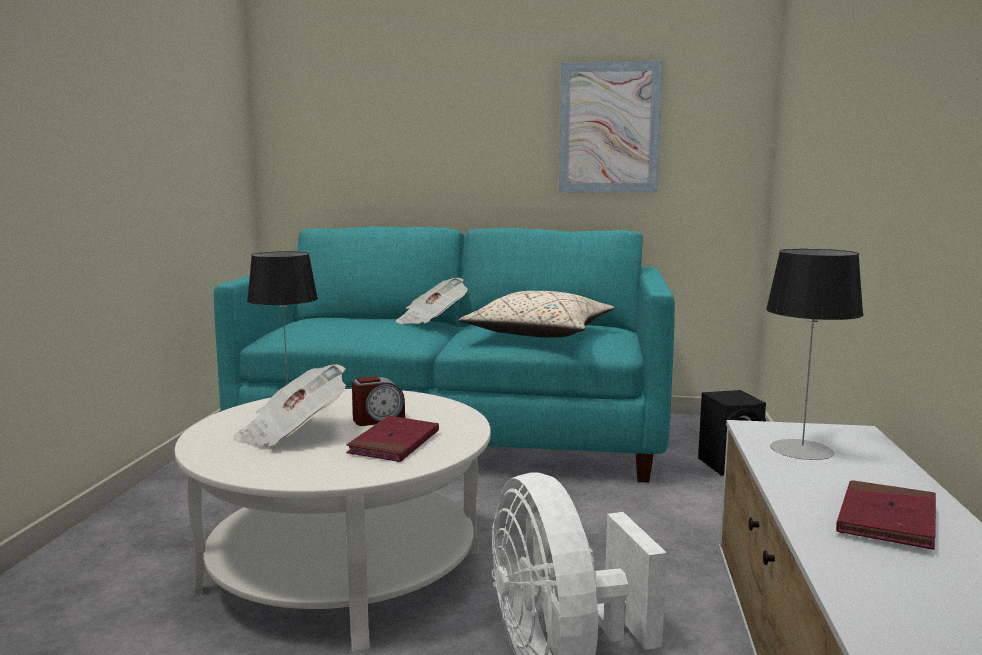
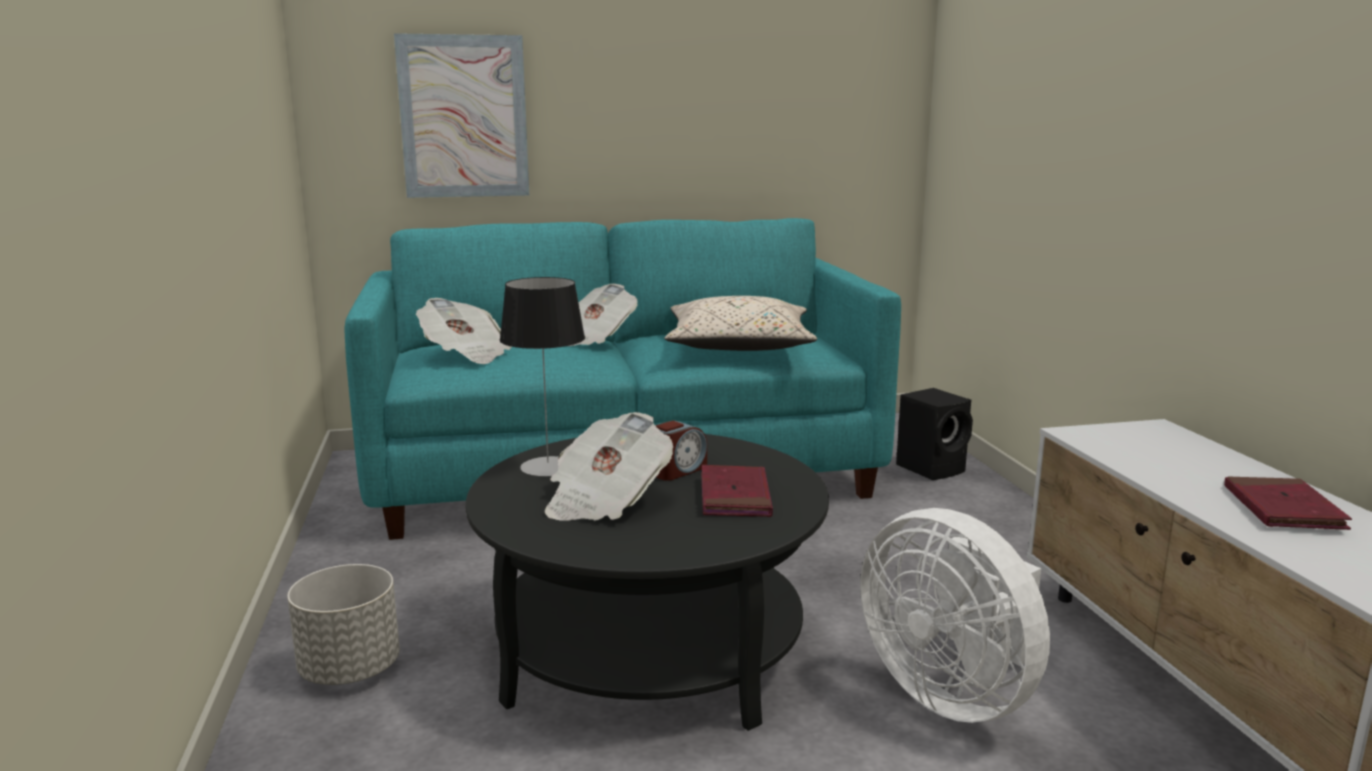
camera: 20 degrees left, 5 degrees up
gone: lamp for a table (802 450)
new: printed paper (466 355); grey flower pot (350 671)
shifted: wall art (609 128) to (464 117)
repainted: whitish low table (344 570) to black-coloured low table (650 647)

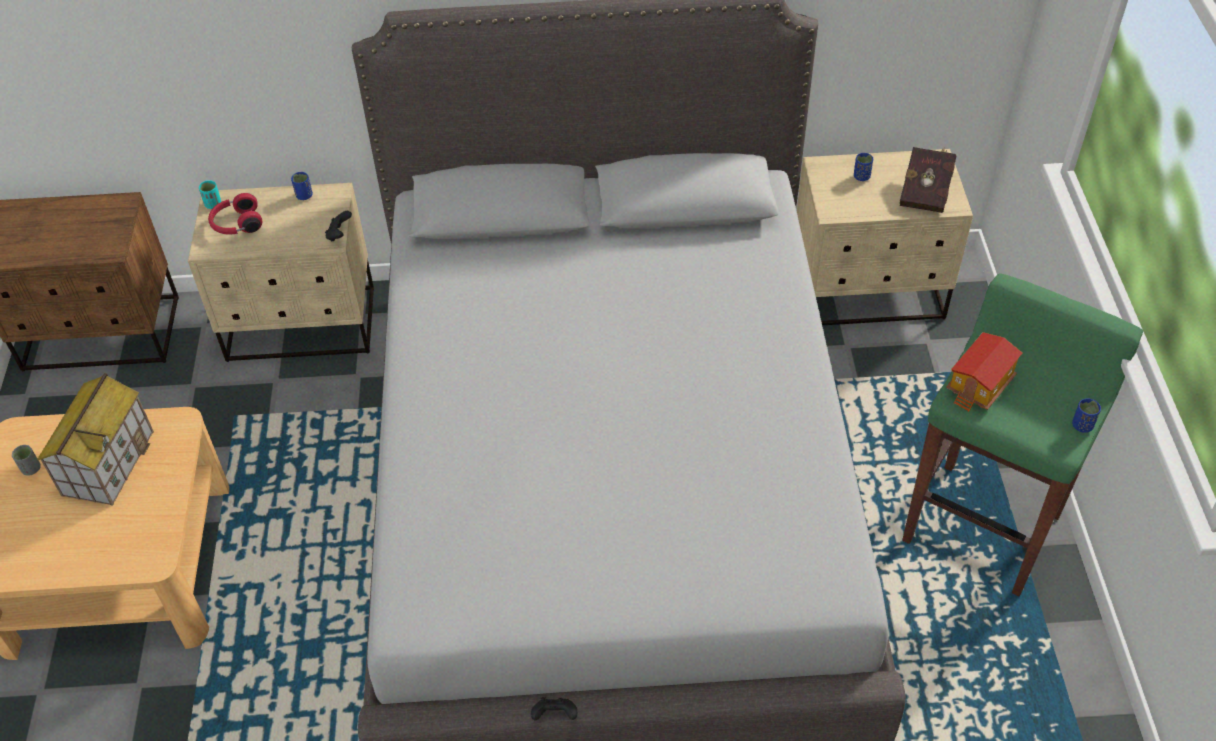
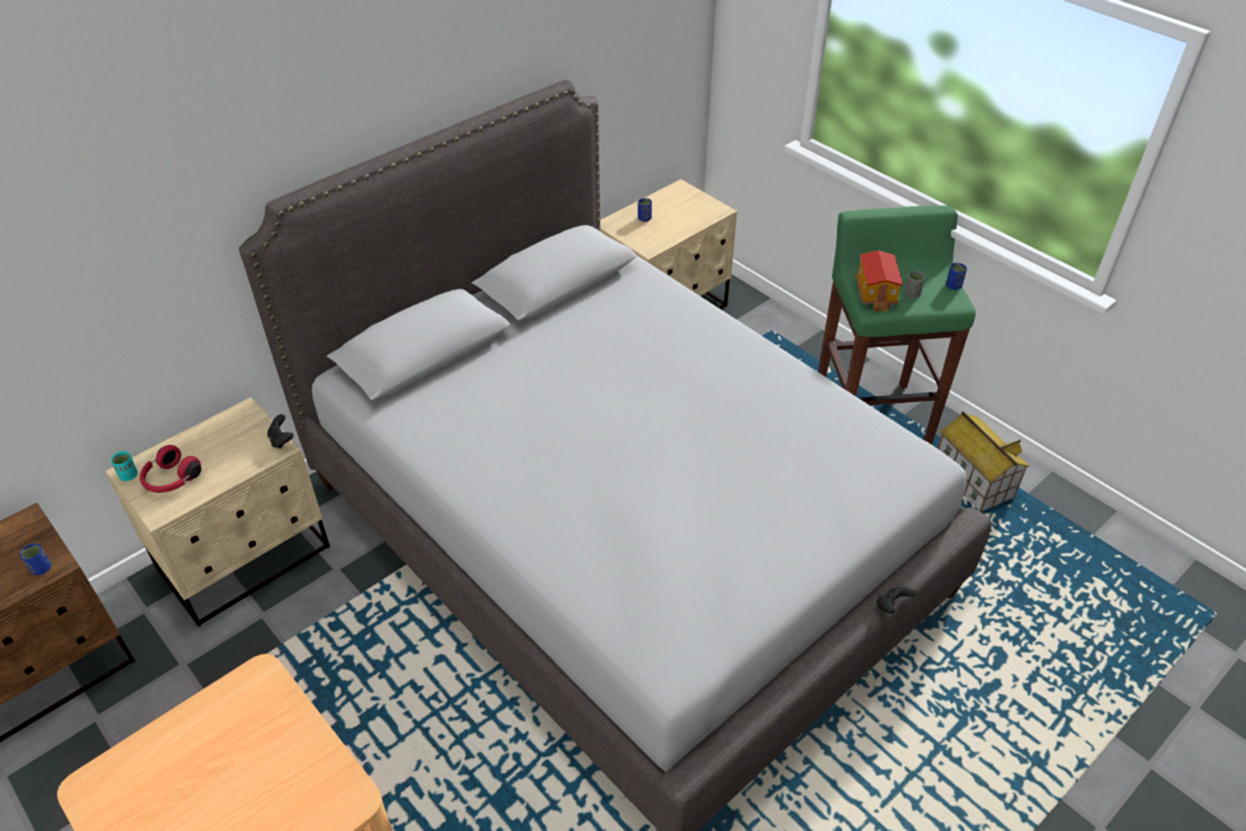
camera: 40 degrees left, 5 degrees down
gone: reddish book (926 191)
shifted: blue-coloured drinking cup (304 195) to (41 568); model house (108 462) to (971 481); grey drinking cup (31 469) to (912 294); black-coloured joypad (555 715) to (891 606)

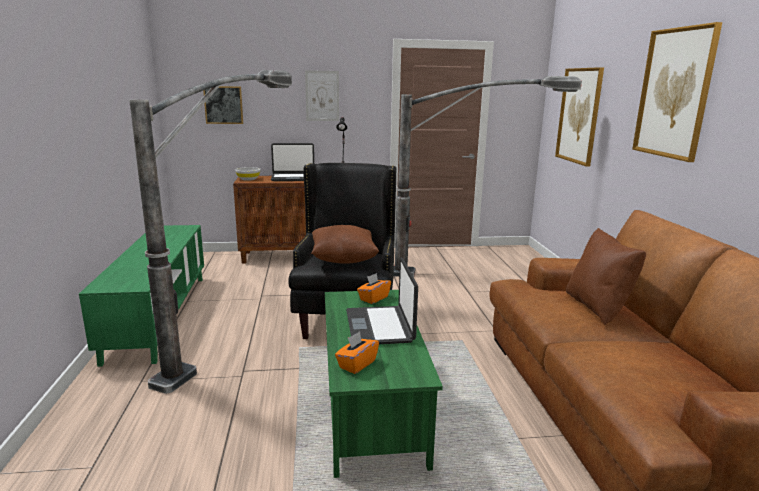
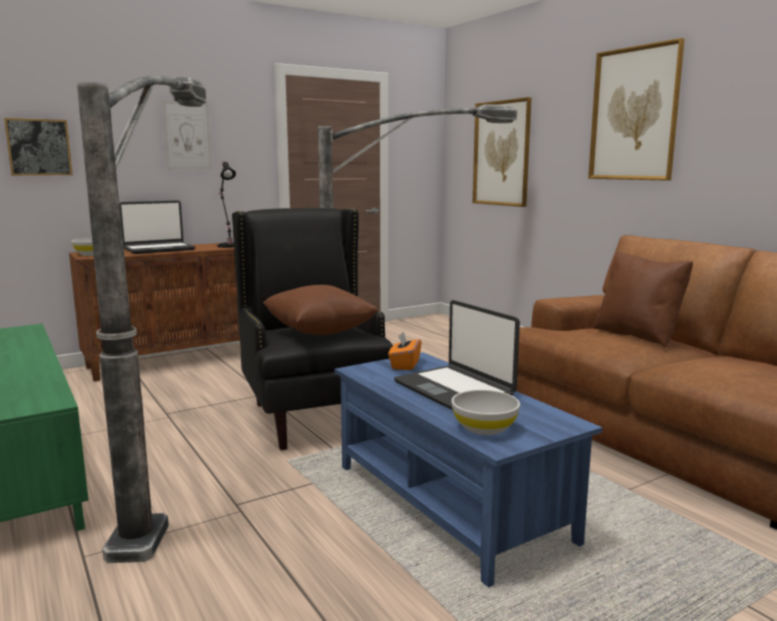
camera: 25 degrees left, 5 degrees down
swapped: orange-coloured tissue holder (356 364) to whitish deep dish (484 428)
repainted: greenish low table (372 408) to blue-coloured low table (450 502)

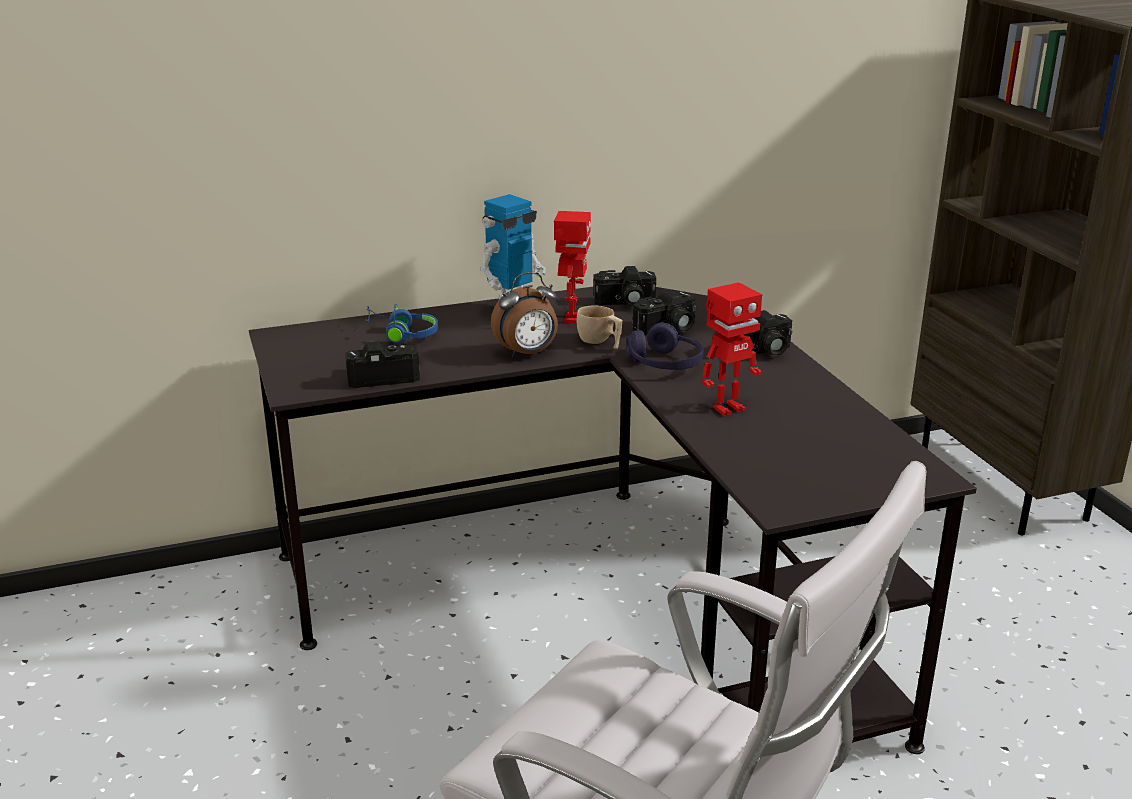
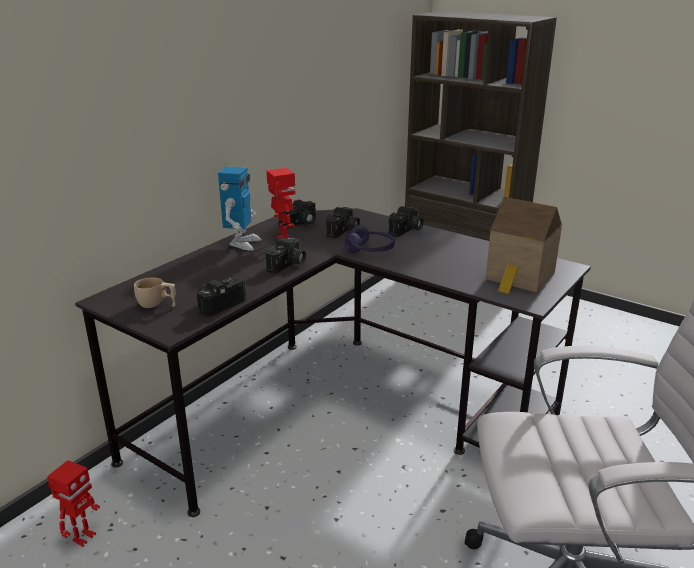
camera: 35 degrees left, 0 degrees up
gone: blue-coloured pair of headphones (402 334)
new: model house (519 277)
shifted: robot figure (727 408) to (83 537); beige drinking cup (600 342) to (157 305)
swapped: table clock (527 353) to photo camera (288 265)

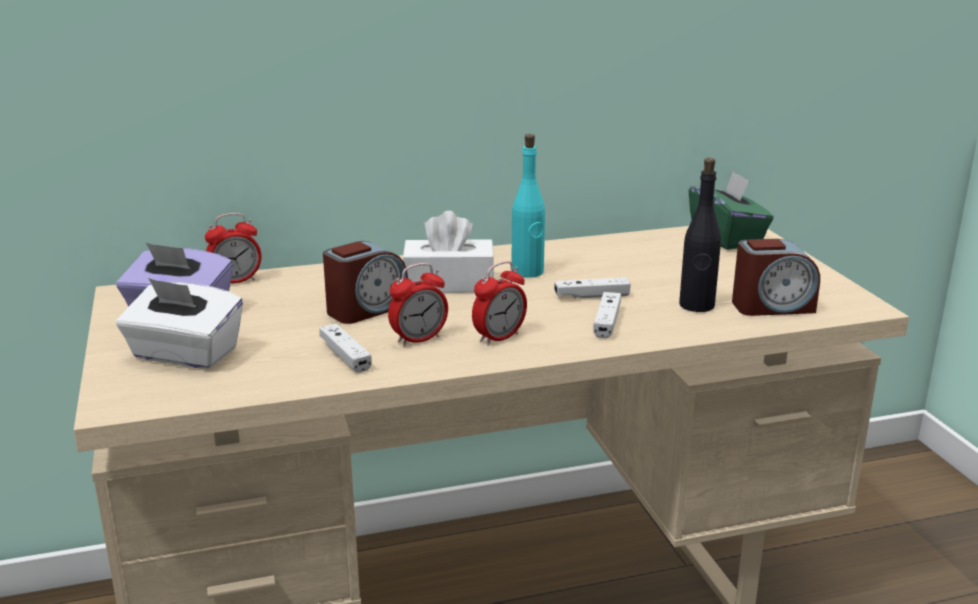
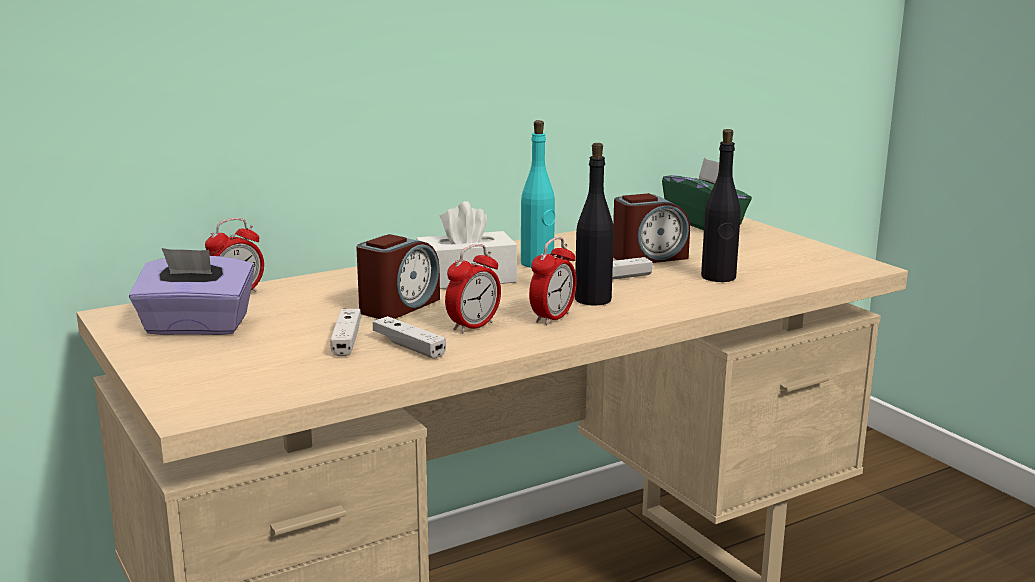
camera: 15 degrees left, 5 degrees down
gone: whitish tissue holder (185 354)
new: black-coloured beverage bottle (593 299)
shifted: table clock (772 306) to (649 257); whitish joypad (607 322) to (346 340)

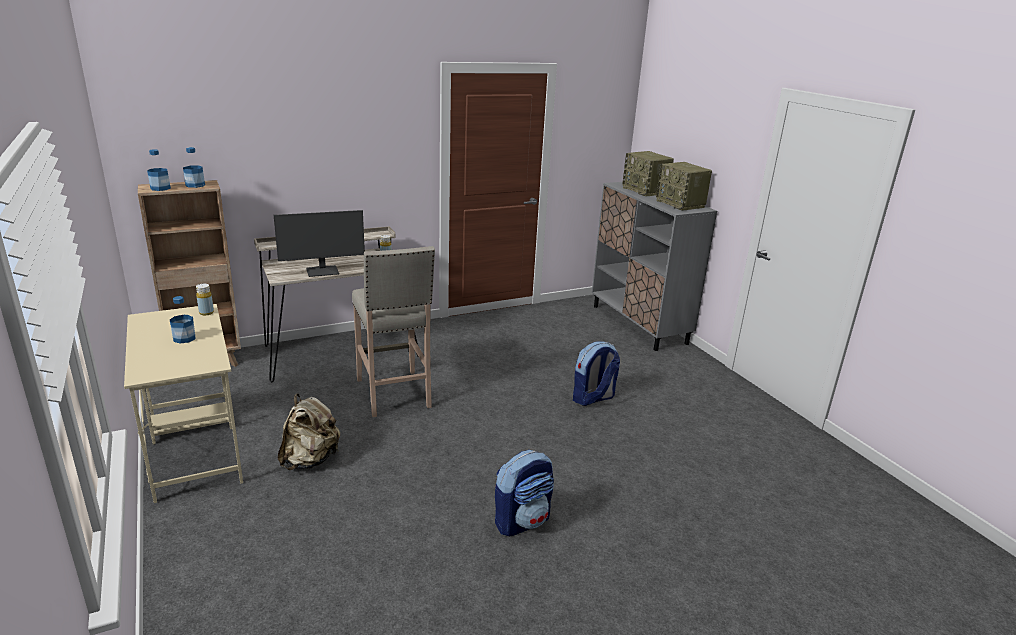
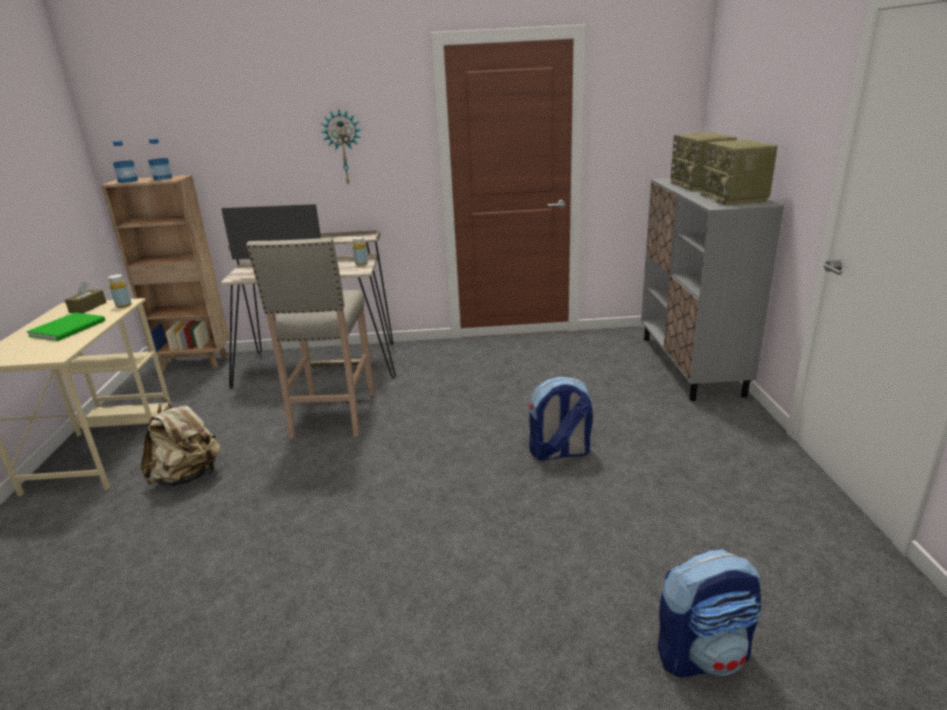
camera: 25 degrees right, 0 degrees up
new: clock on the wall (343 147); brownish tissue holder (88 307)
shifted: backpack (522 521) to (703 654)
swapped: beverage bottle (184 338) to greenish book (70 328)

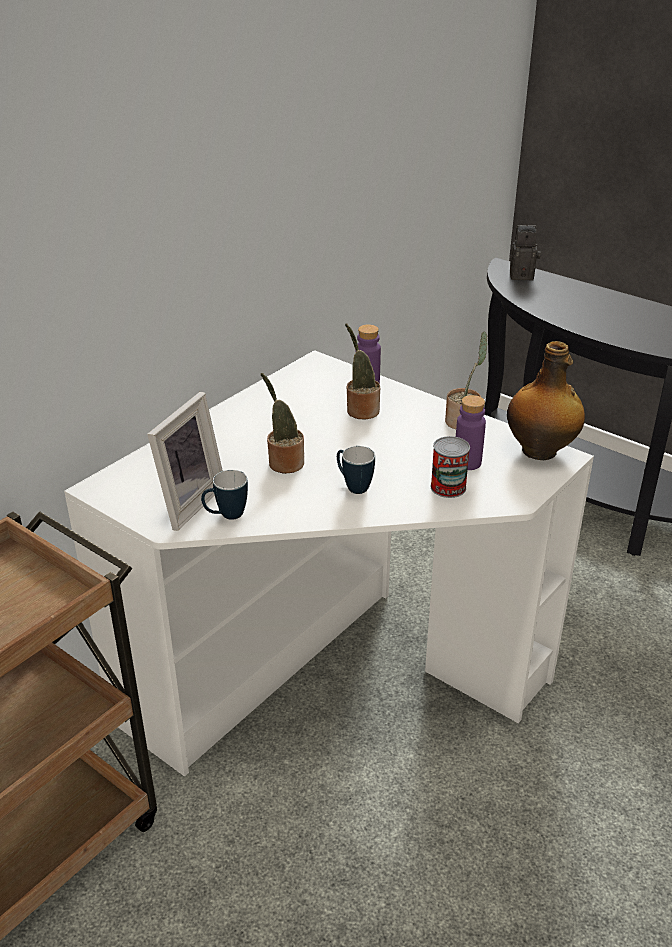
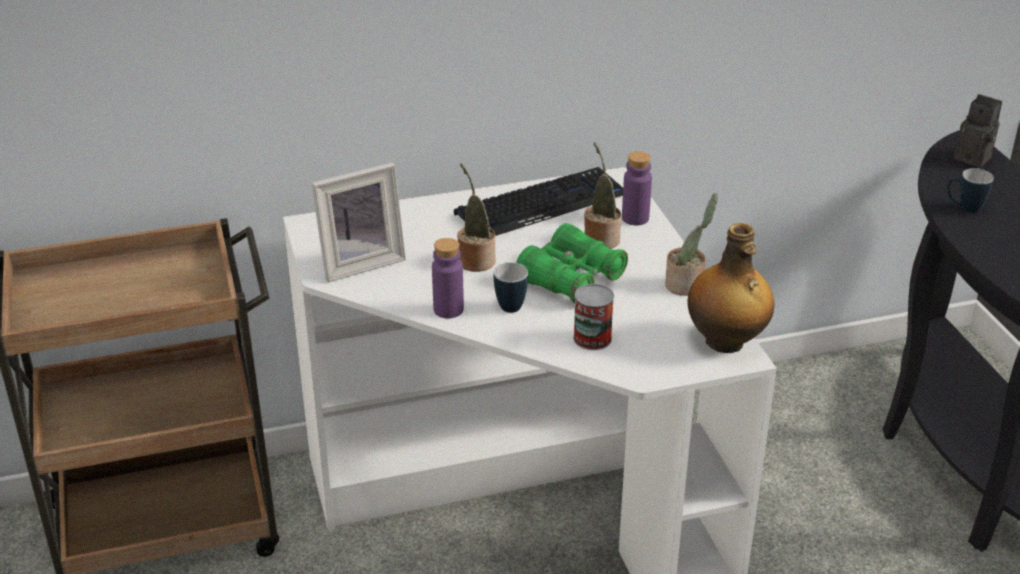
camera: 35 degrees right, 0 degrees up
new: PC keyboard (541 205); greenish field glasses (571 279)
shifted: purplish beverage bottle (467 462) to (448 310); coffee mug (226 516) to (964 208)

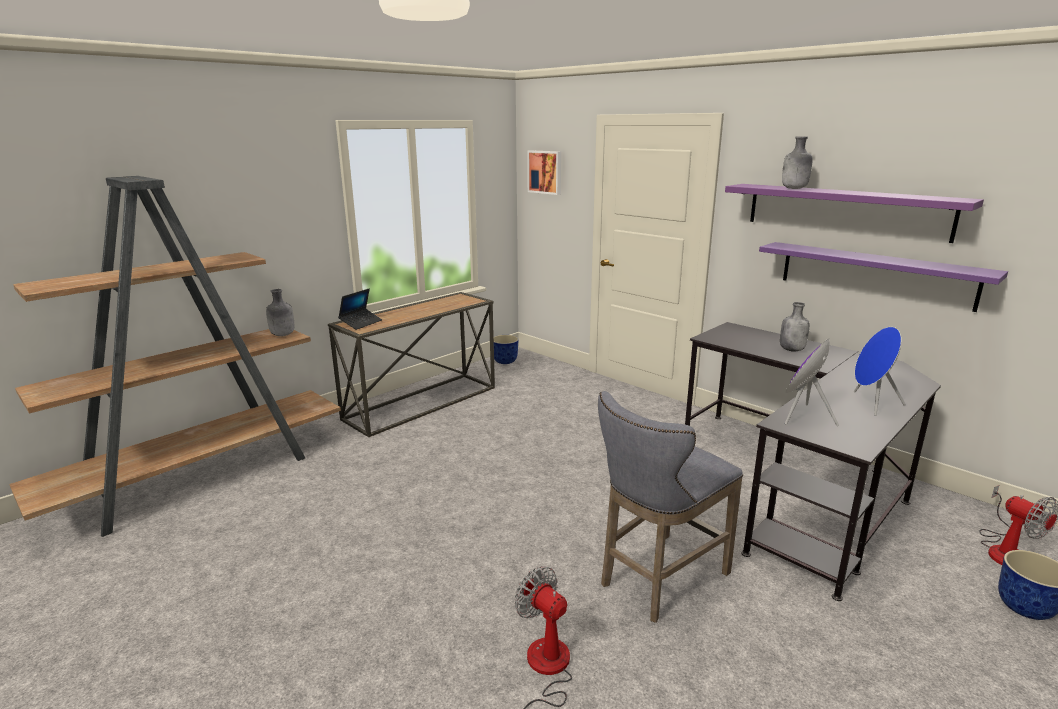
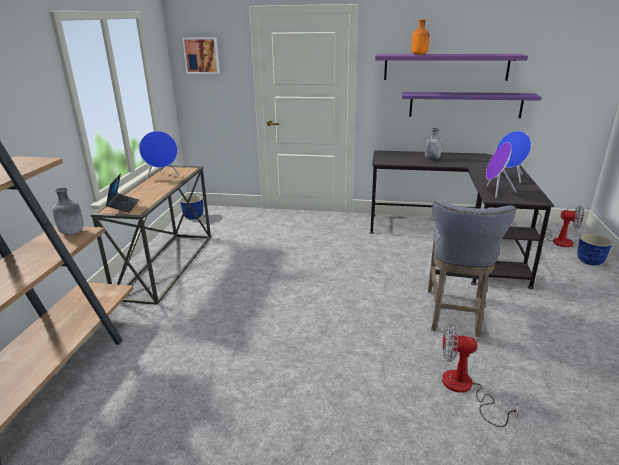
camera: 35 degrees left, 5 degrees up
new: blue-coloured audio speaker (162 176)
repainted: grey beverage bottle (794 188) to orange-coloured beverage bottle (419 54)

